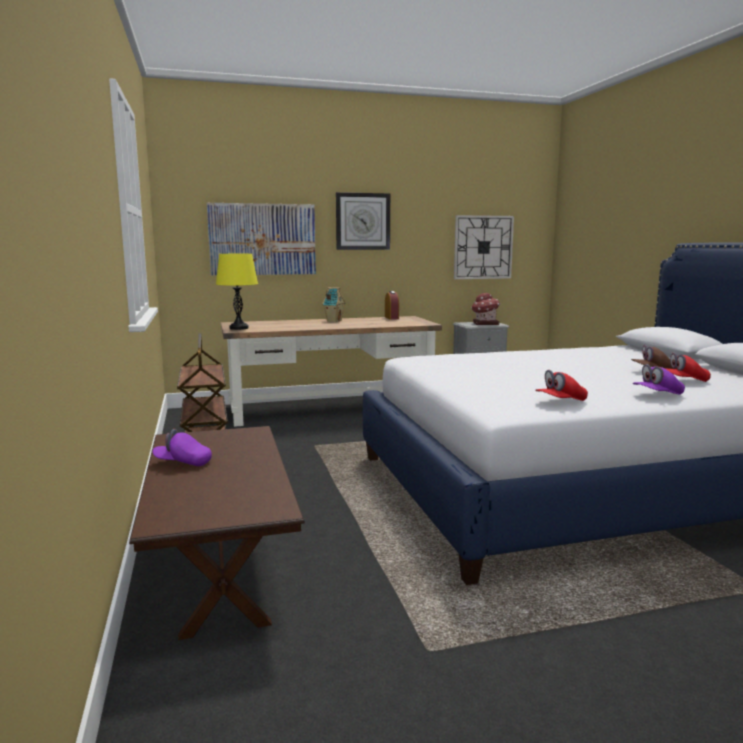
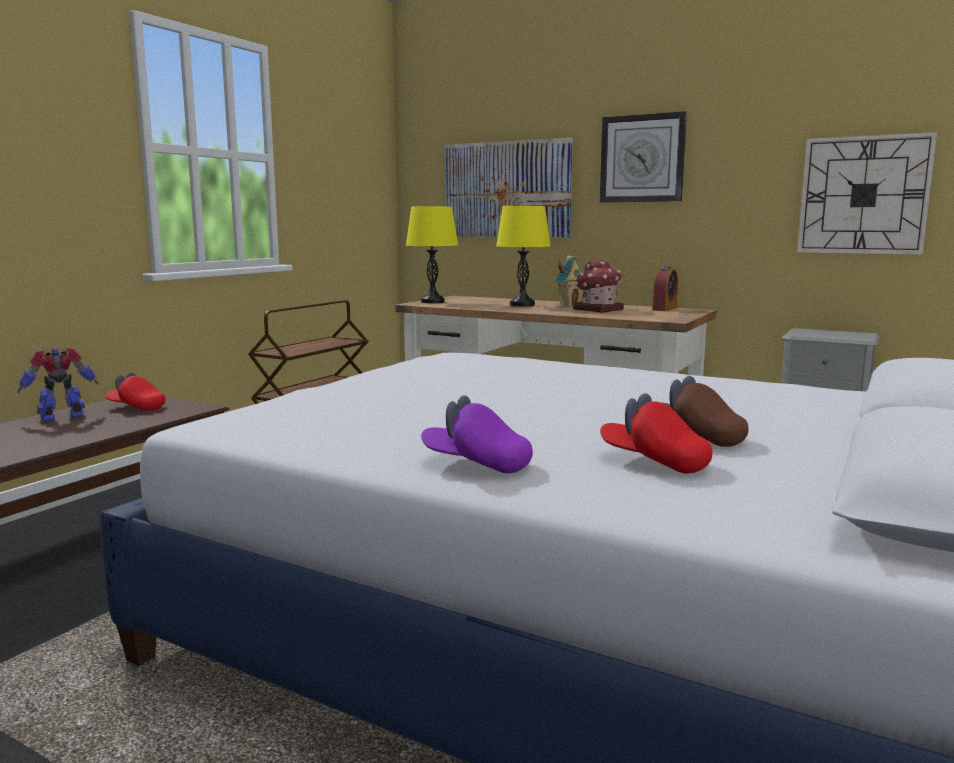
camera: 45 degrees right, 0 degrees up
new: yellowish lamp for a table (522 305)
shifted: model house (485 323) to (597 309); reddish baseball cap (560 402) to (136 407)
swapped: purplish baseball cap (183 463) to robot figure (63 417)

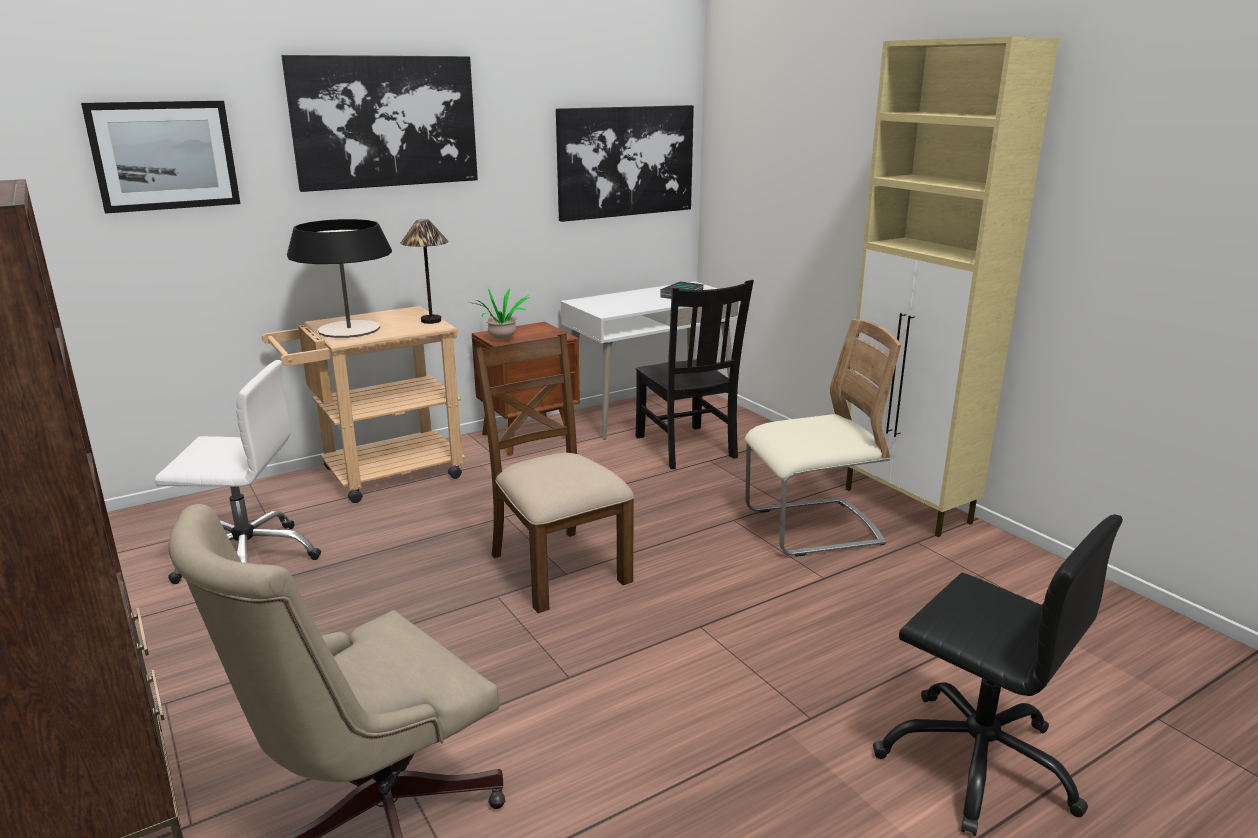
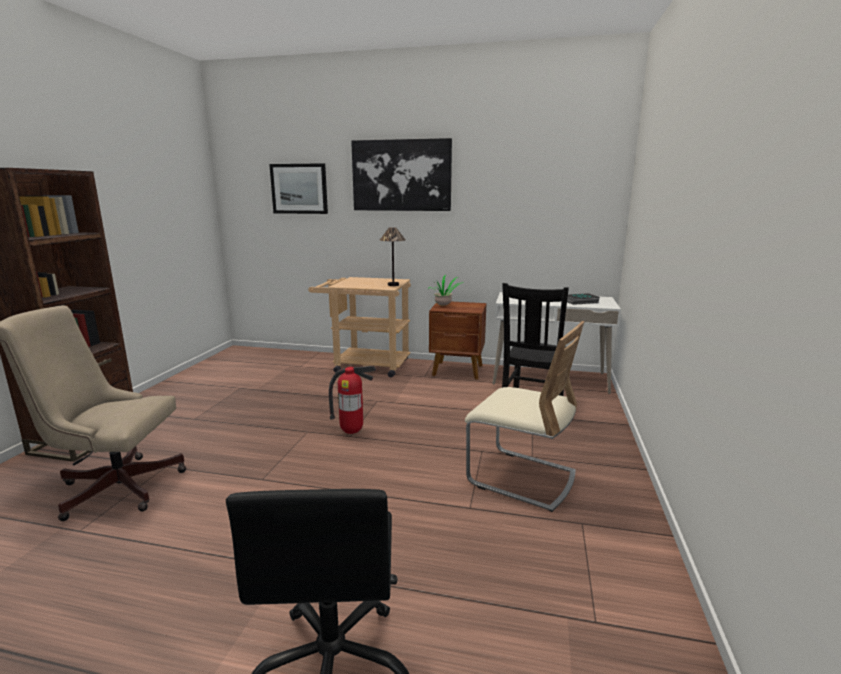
camera: 45 degrees right, 5 degrees down
gone: beige cupboard (907 506); wall art (625 161); lamp for a table (349 329); whitish office chair (248 559)
swapped: brownish plain chair (557 567) to fire-fighting cylinder (352 432)

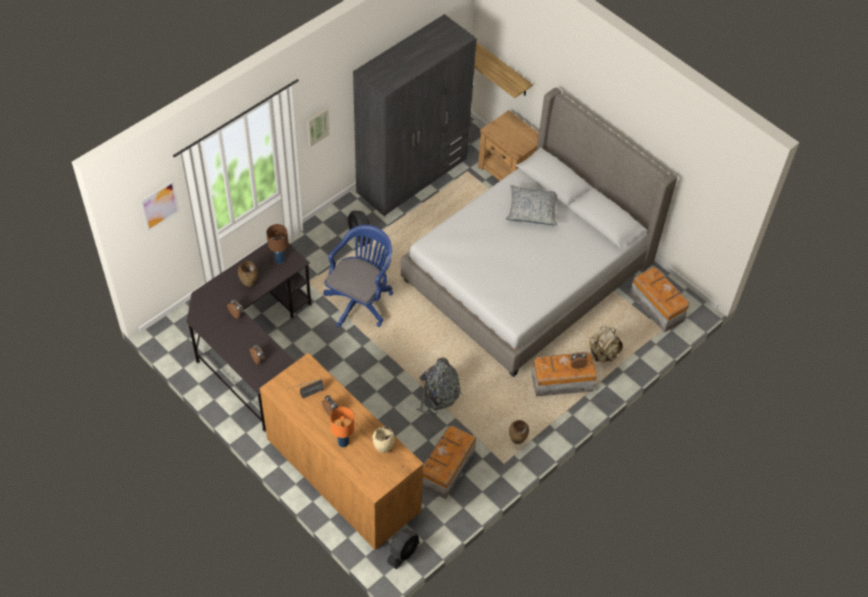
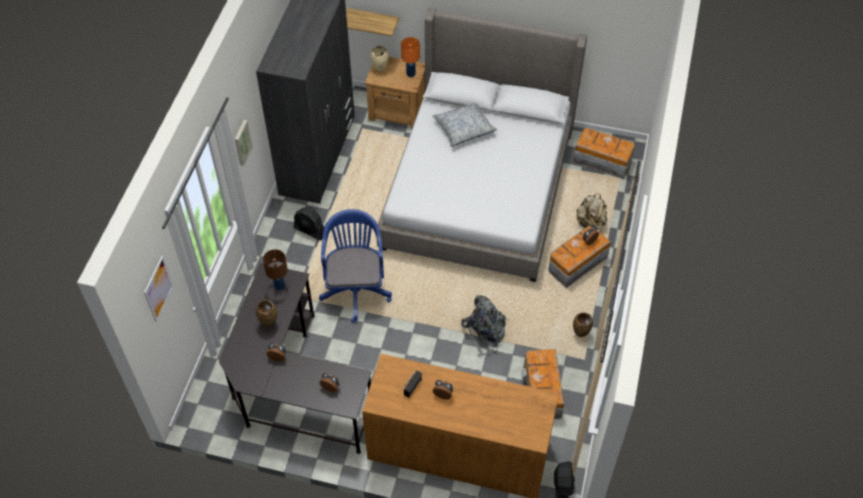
camera: 30 degrees left, 0 degrees up
shifted: orange-coloured lamp for a table (343 442) to (411 74); beige vase (383 450) to (380 70)

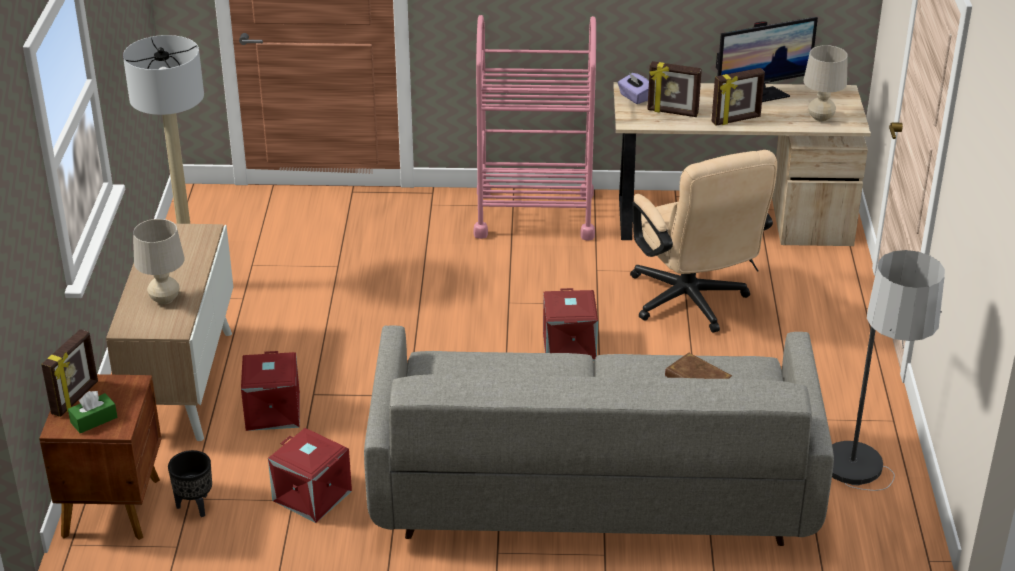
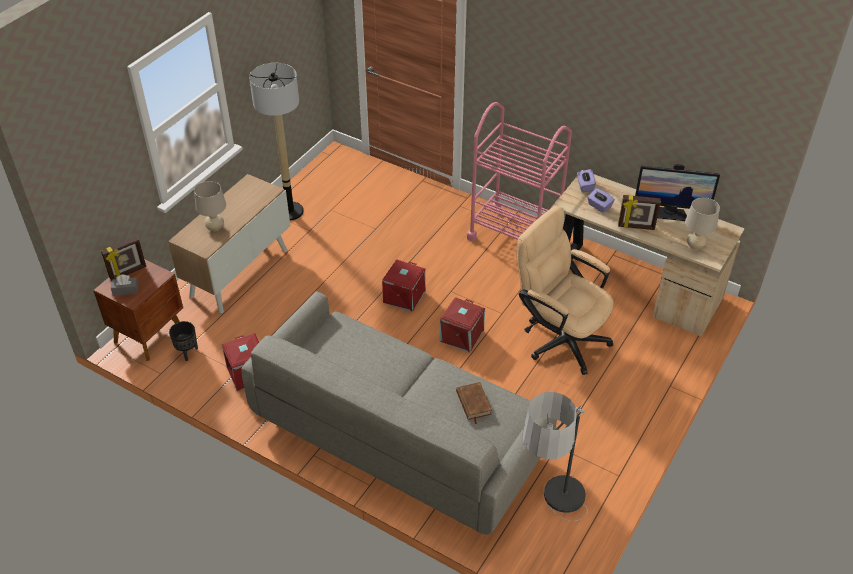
camera: 30 degrees right, 10 degrees up
shifted: reddish storage bin (271 412) to (403 296)
swapped: picture frame (672 112) to purplish tissue holder (599 206)
repainted: greenish tissue holder (94 420) to grey tissue holder (125 290)
rotated: beige office chair (692 304) = (559 337) 120 degrees clockwise

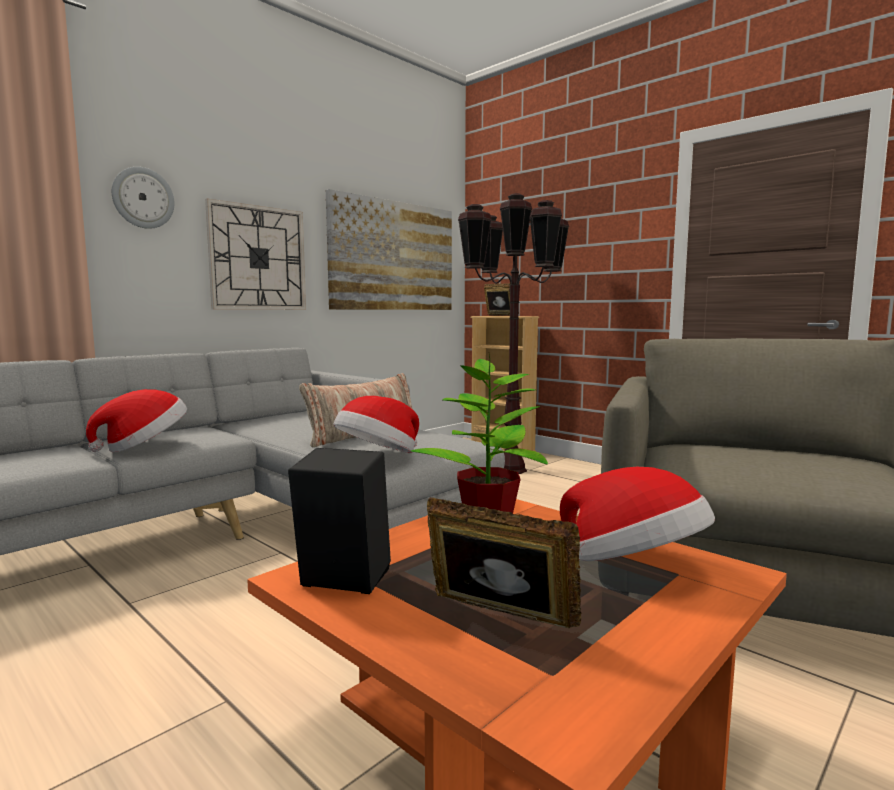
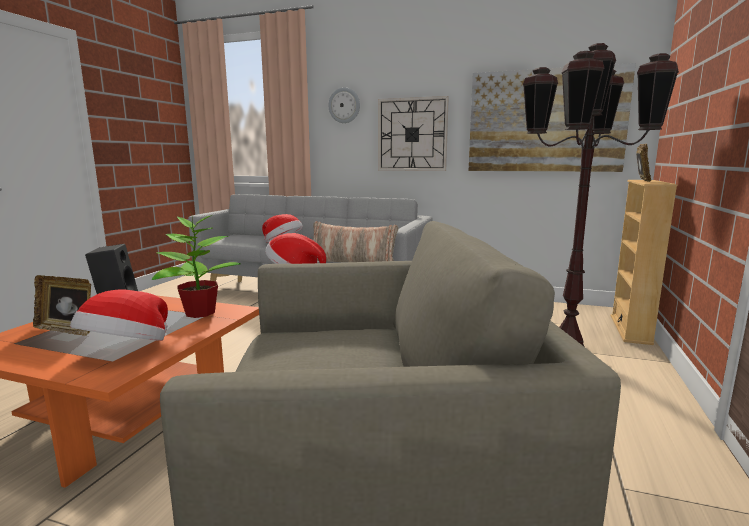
camera: 65 degrees right, 5 degrees up
rotated: picture frame (498 620) = (67 330) 105 degrees clockwise

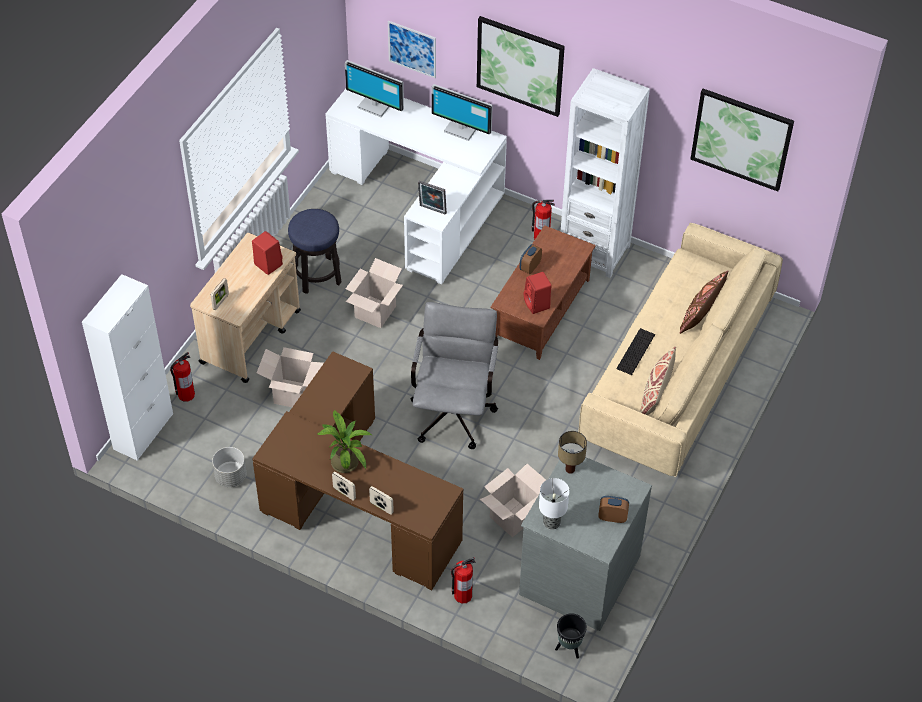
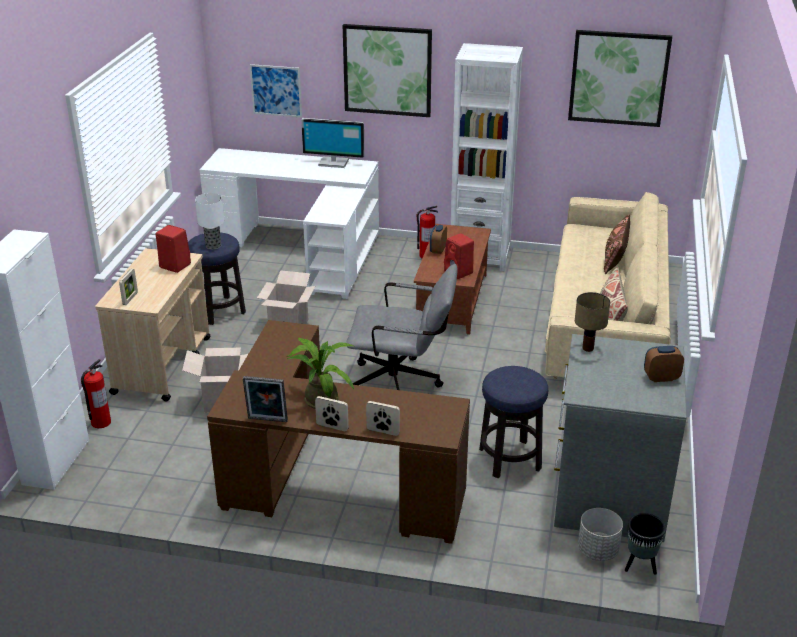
camera: 15 degrees left, 20 degrees down
gone: computer screen (375 105); PC keyboard (635 351); fire-fighting cylinder (462 595)
shifted: picture frame (432 210) to (267 421); grey flower pot (230 476) to (597 551); lamp for a table (551 522) to (213 245)
swapped: cardboard box (513 517) to stool (510 459)
rotated: grey office chair (454 409) = (402 384) 105 degrees clockwise

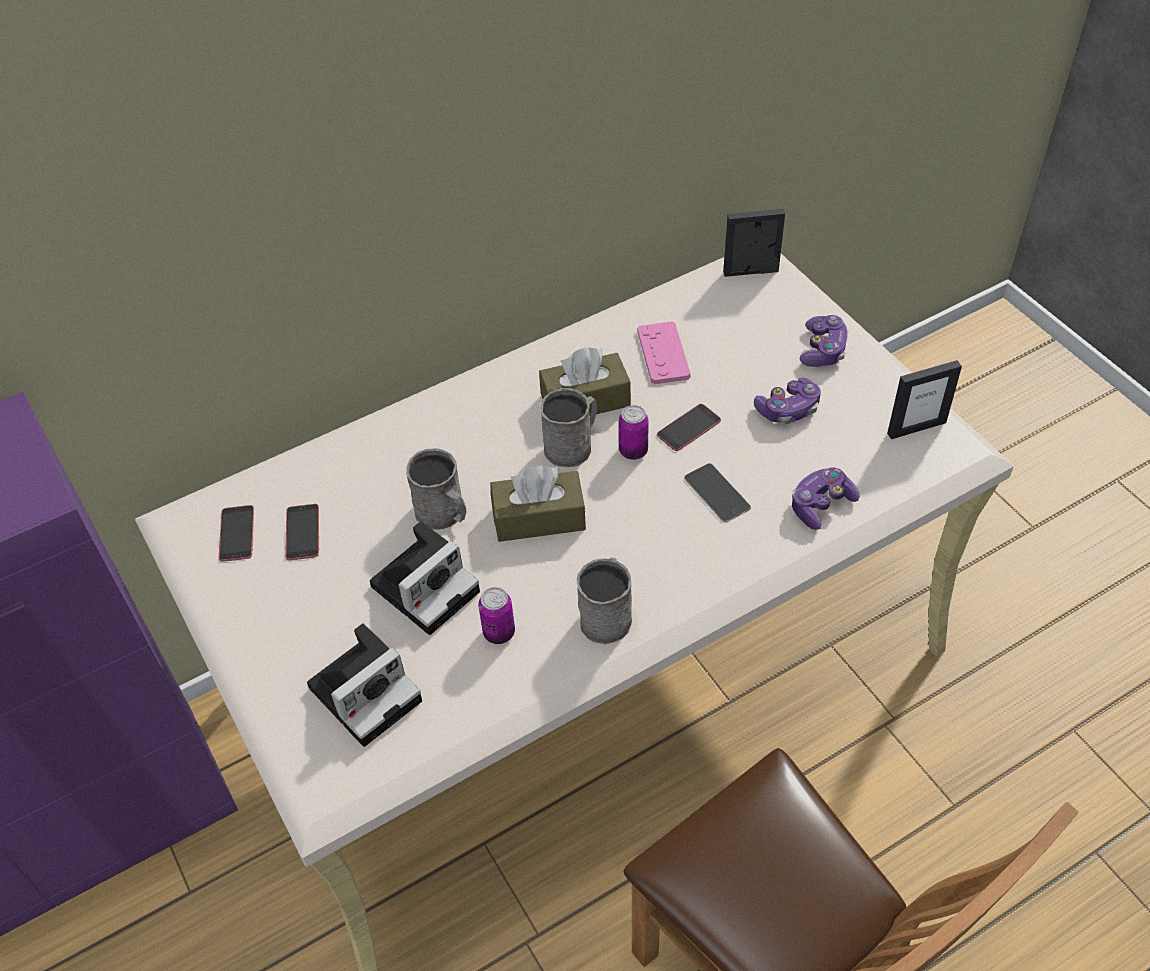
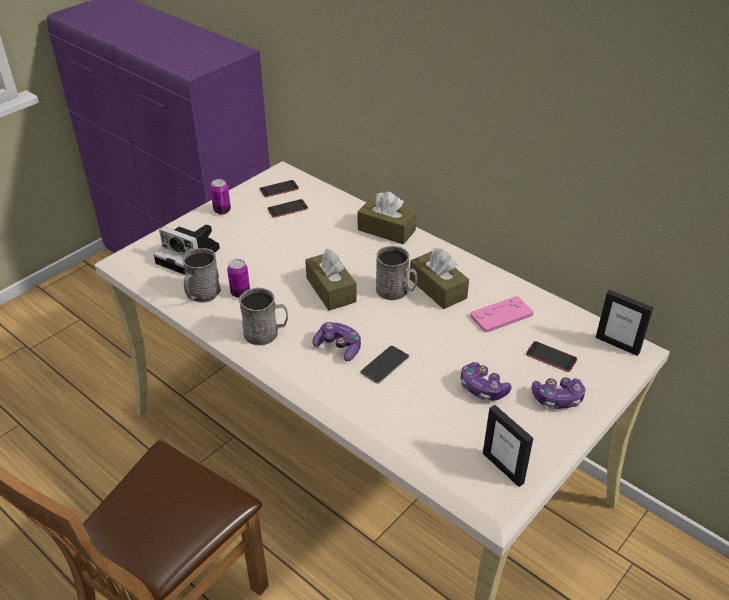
camera: 70 degrees right, 10 degrees down
gone: photo camera (427 585)
new: brownish tissue holder (386 230)
shifted: phone (688 428) to (551 357); can (633 451) to (222 210); grey coffee mug (444 514) to (201 295); joypad (821 505) to (338 347)
rotated: picture frame (751 272) = (617 344) 150 degrees clockwise

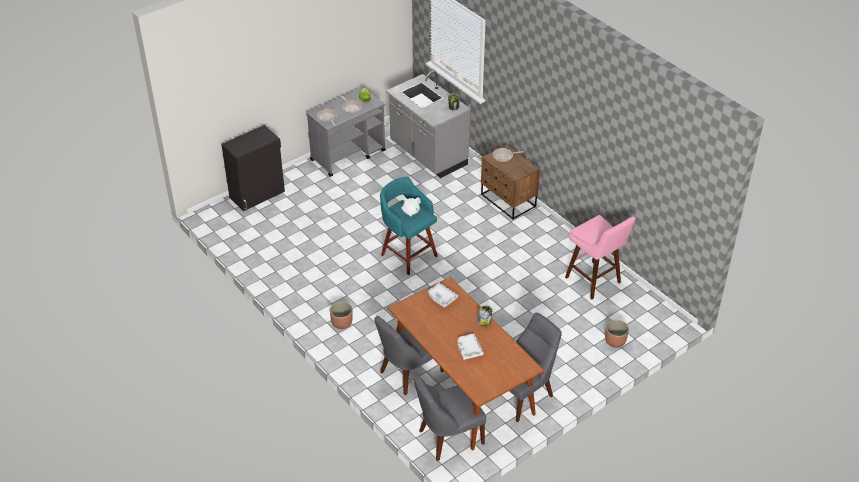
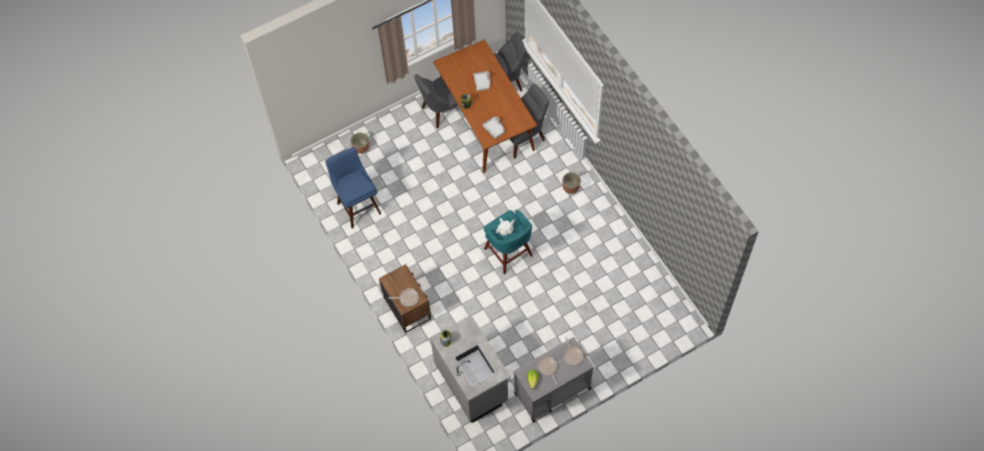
camera: 170 degrees left, 20 degrees up
gone: black-coloured cupboard (258 195)
repainted: pinkish stool (594 281) to blue-coloured stool (358 206)

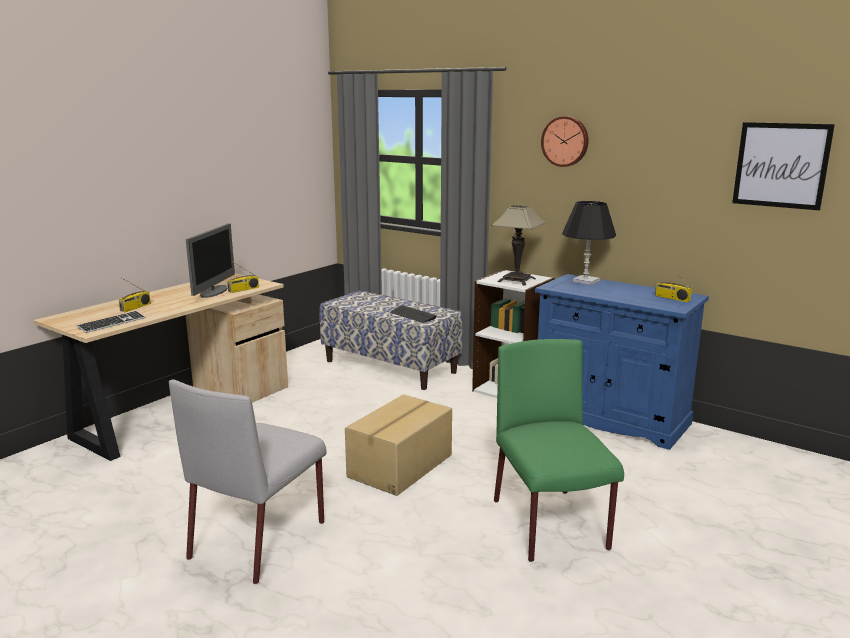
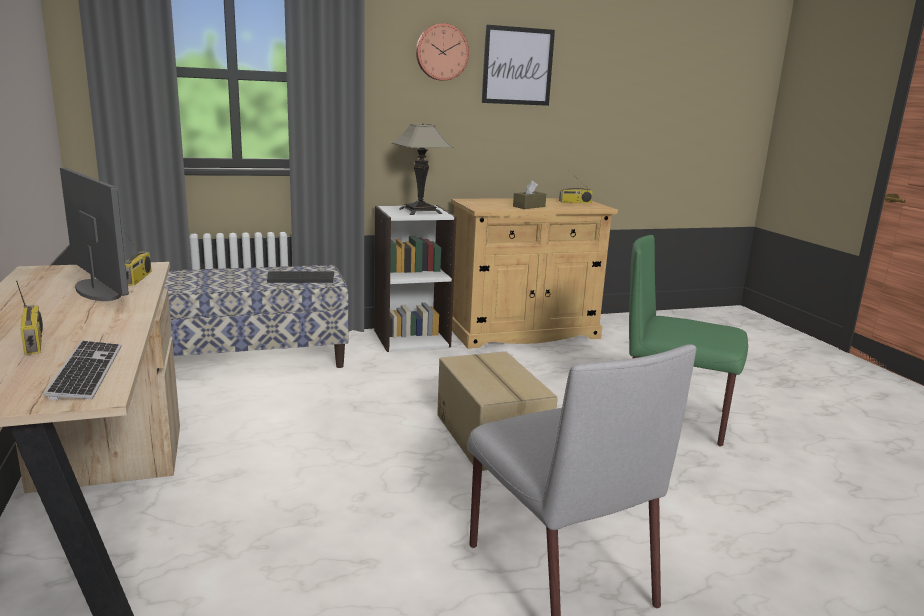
camera: 55 degrees left, 0 degrees up
gone: black-coloured lamp for a table (585 281)
new: brownish tissue holder (529 206)
shifted: wall art (781 165) to (517 66)
repainted: blue-coloured cupboard (609 417) to beige cupboard (523 332)

